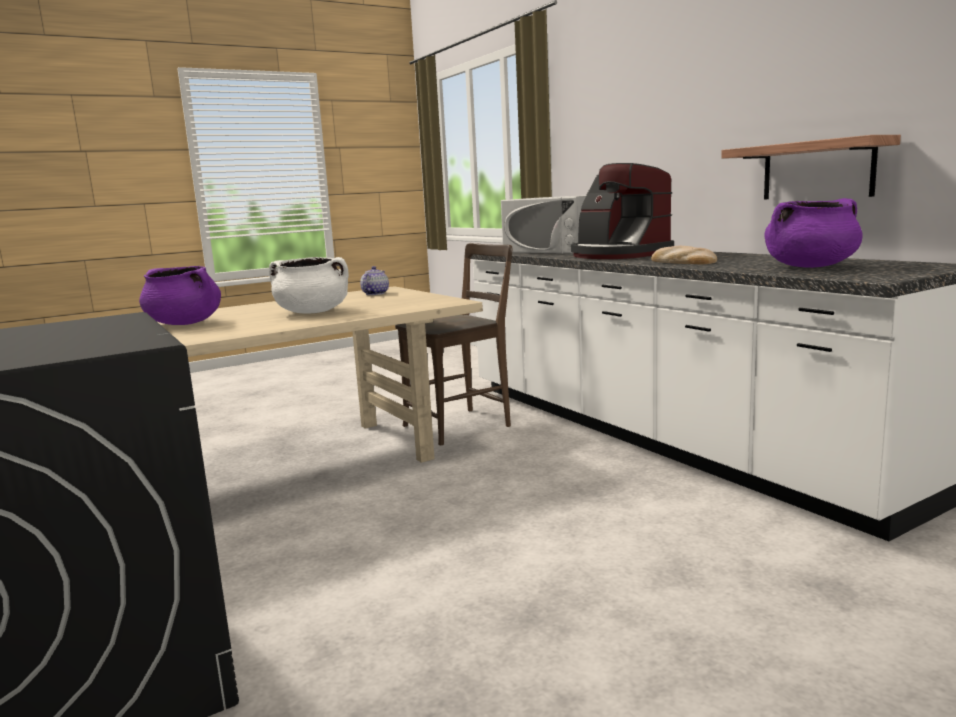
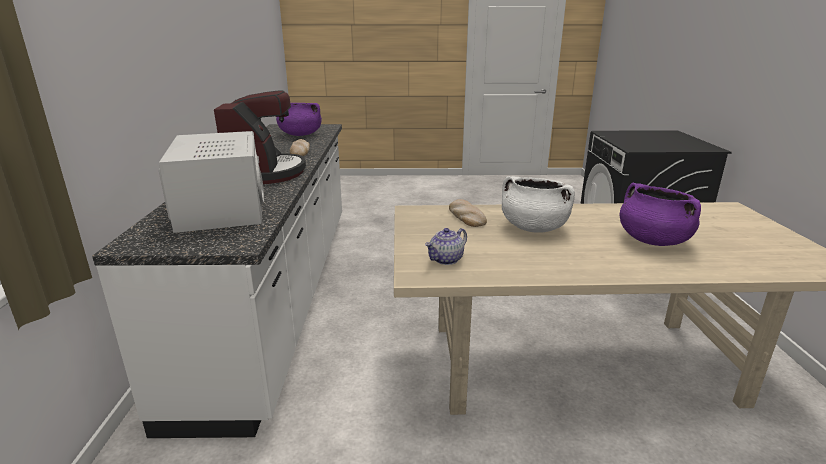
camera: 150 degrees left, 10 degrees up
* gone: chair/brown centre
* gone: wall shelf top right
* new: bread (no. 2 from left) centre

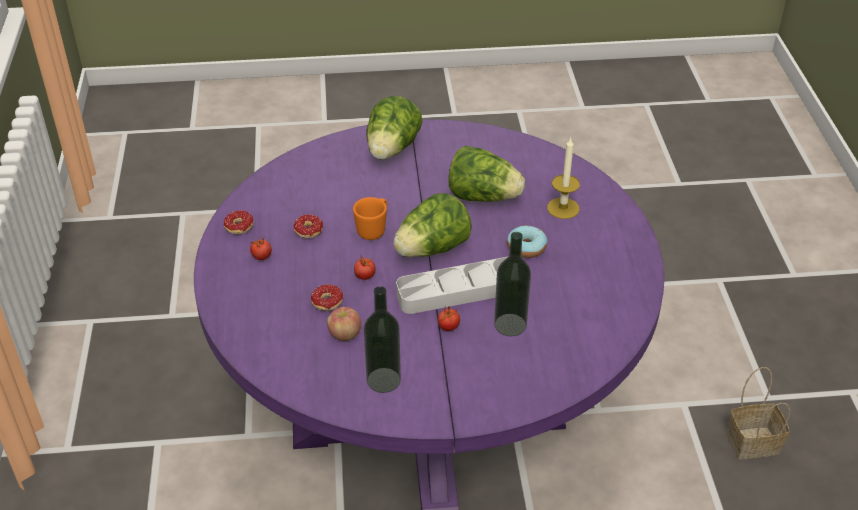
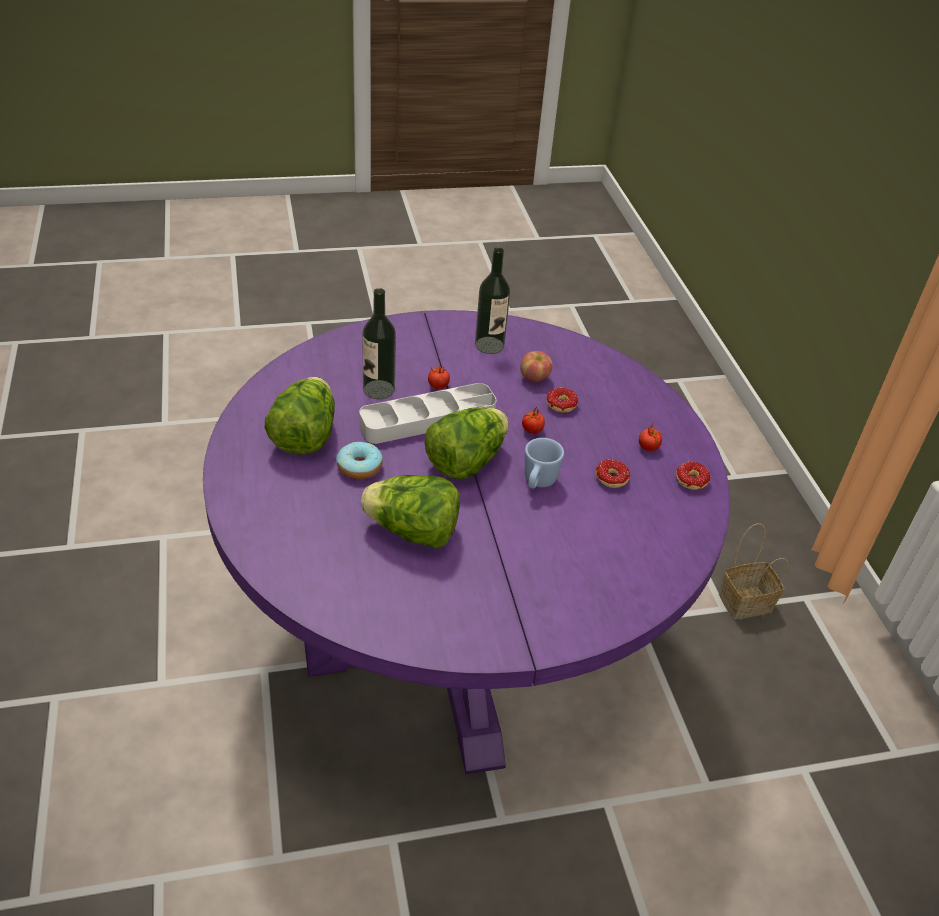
camera: 170 degrees right, 0 degrees up
* gone: wax candle centre
* shifted: head of lettuce (no. 1 from left) top centre to middle left
* shifted: basket bottom right to middle right
* repainted: mug/orangey centre to mug/blue centre

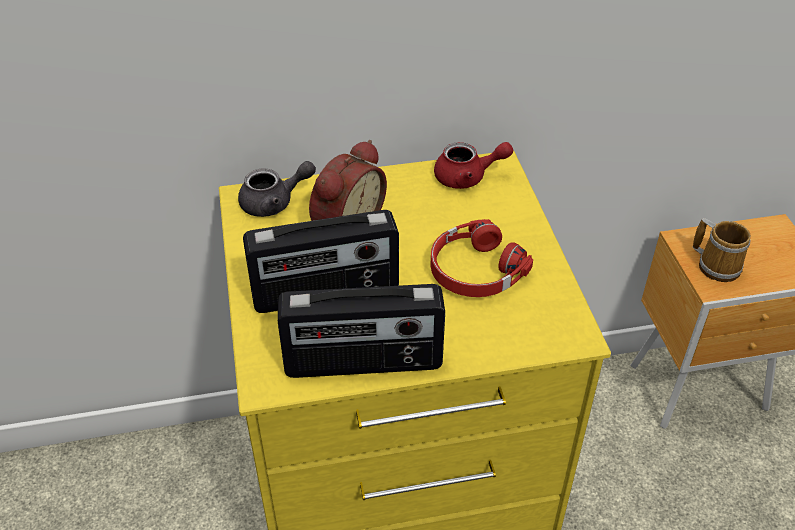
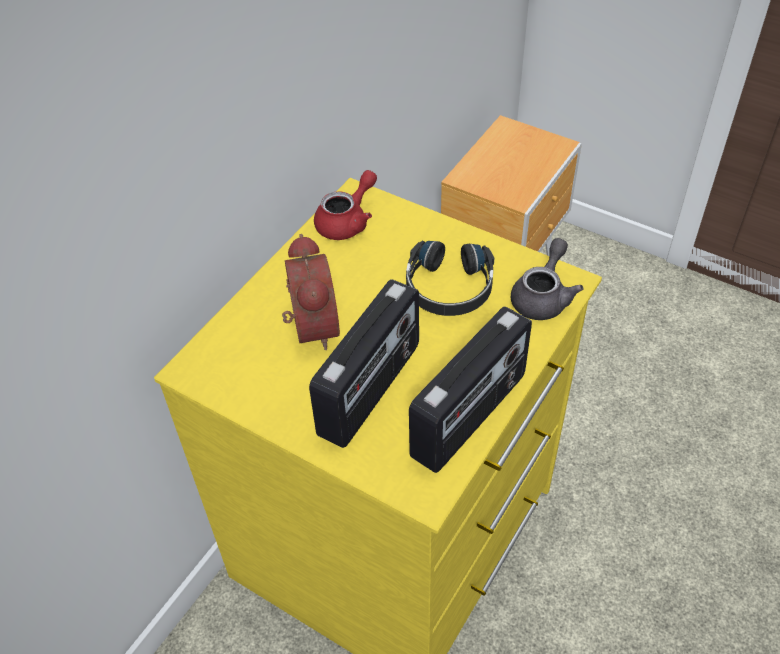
camera: 45 degrees left, 5 degrees up
* gone: mug middle right
* shifted: teapot/grey centre to middle right
* repainted: headphones/red centre to headphones/black centre

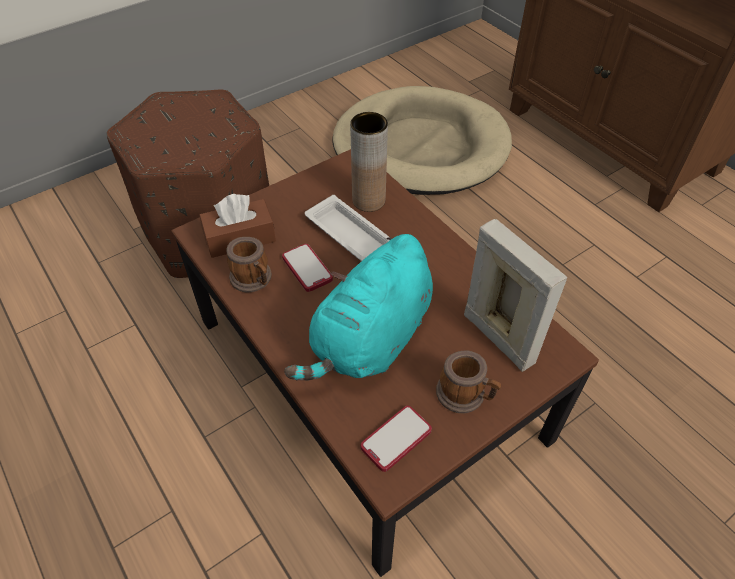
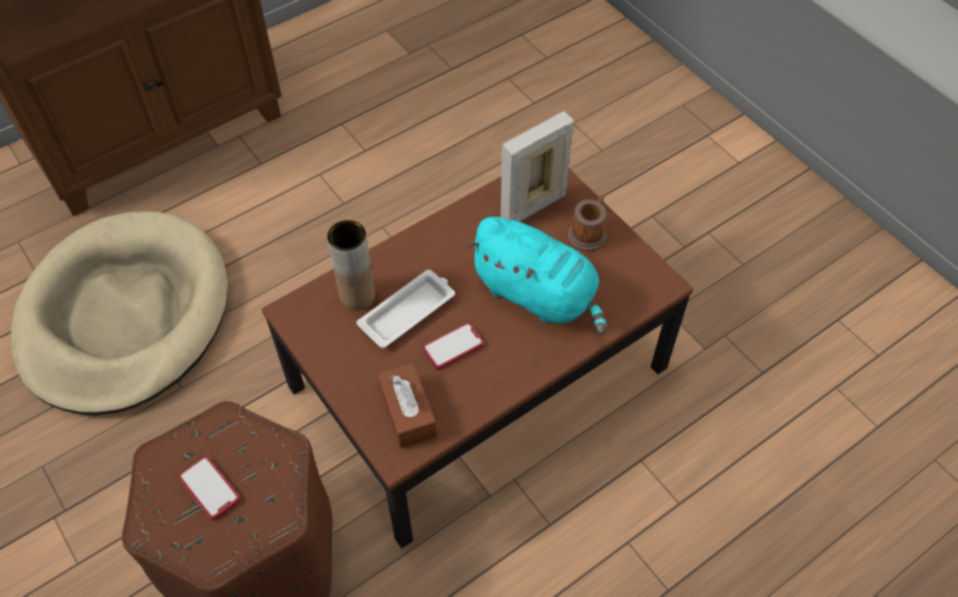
camera: 90 degrees left, 5 degrees up
* gone: mug (no. 1 from left) centre
* shifted: phone (no. 2 from left in the first image) bottom centre to phone (no. 1 from left) bottom left

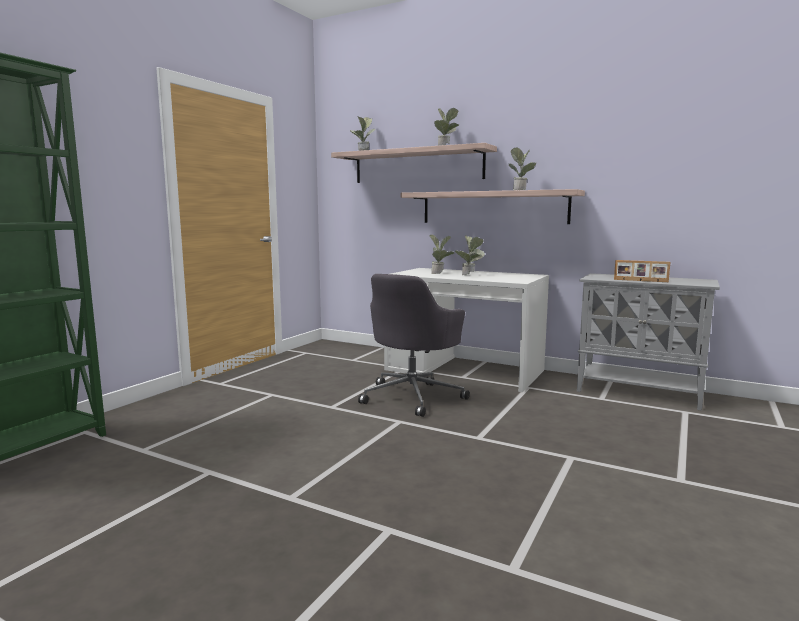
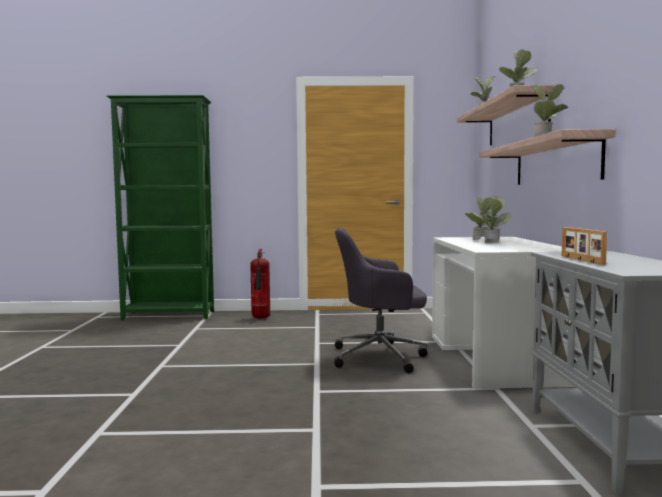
camera: 60 degrees right, 5 degrees down
* new: extinguisher centre

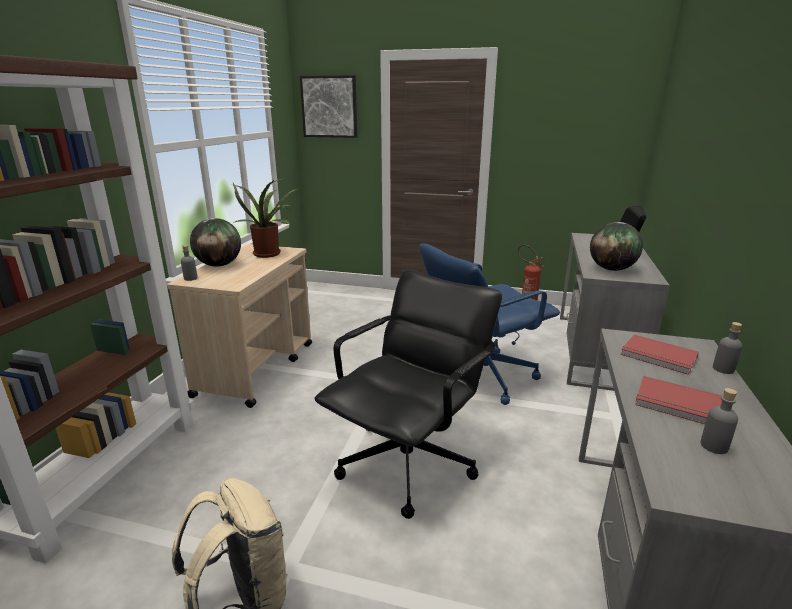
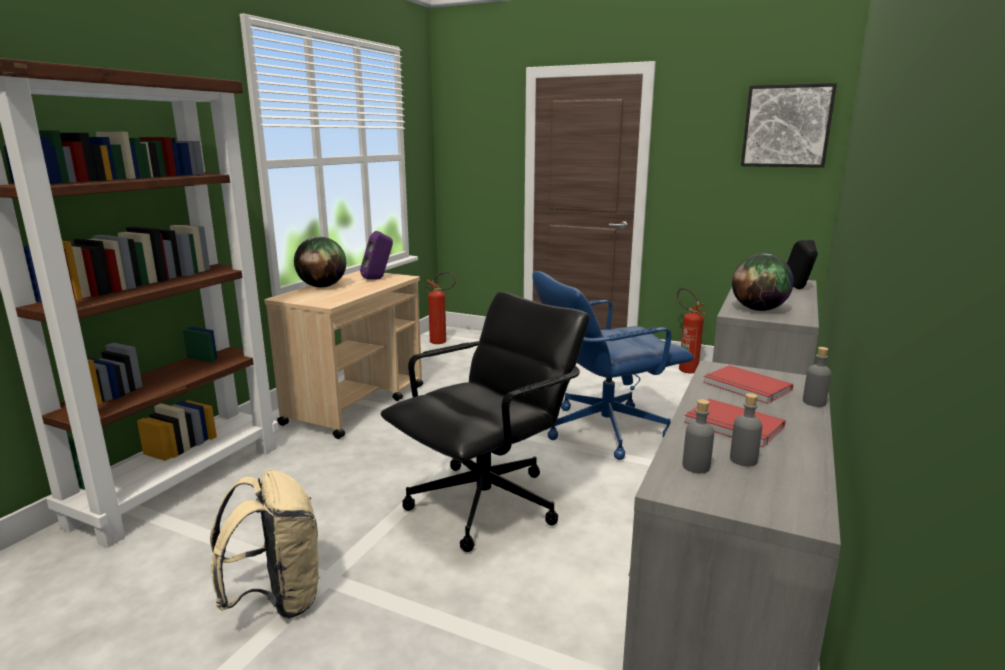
camera: 10 degrees right, 5 degrees down
* new: extinguisher (no. 1 from left) centre
* shifted: beverage bottle/grey (no. 1 from left) middle left to middle right
* shifted: wall picture top centre to top right
* swapped: houseplant centre to speaker/purple centre

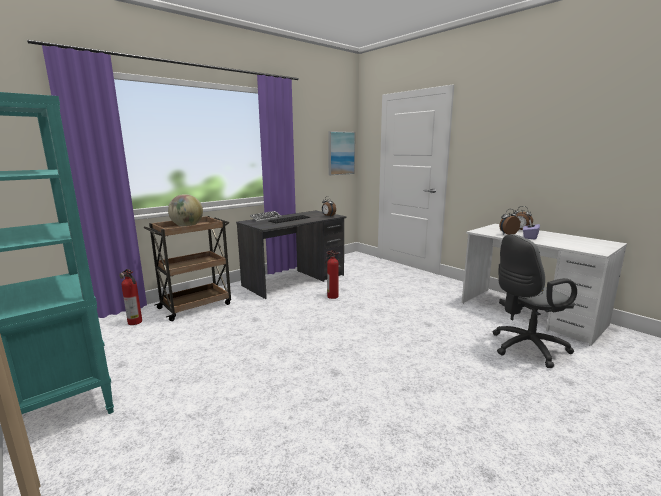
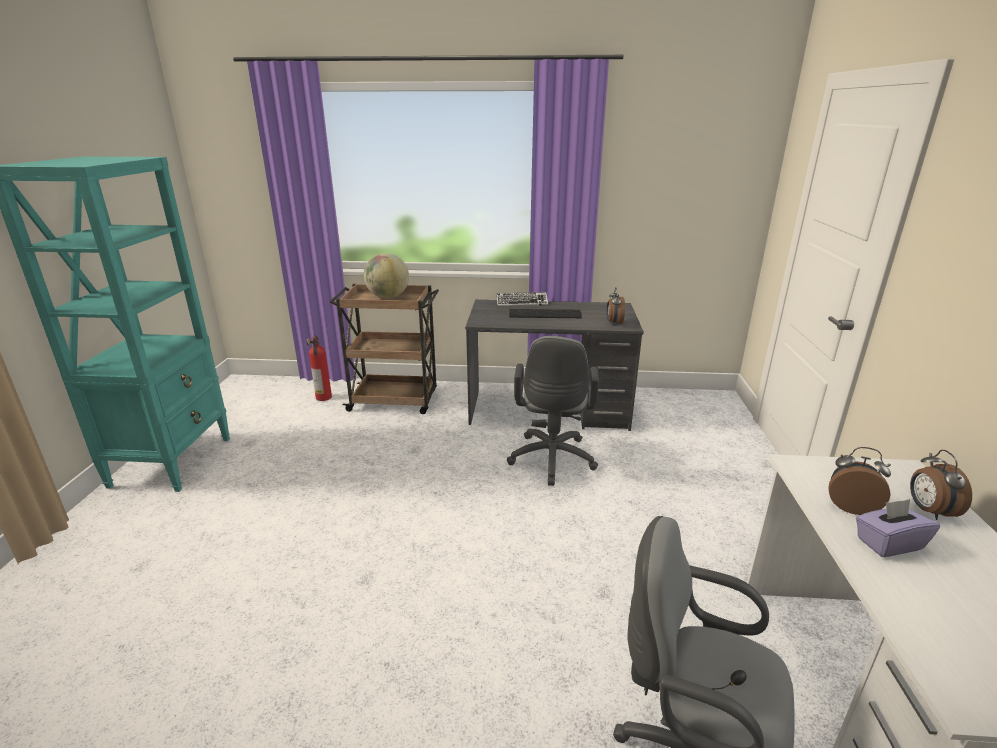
camera: 45 degrees right, 10 degrees up
* gone: wall picture top centre
* swapped: extinguisher (no. 2 from left) centre to office chair/grey (no. 1 from left) centre

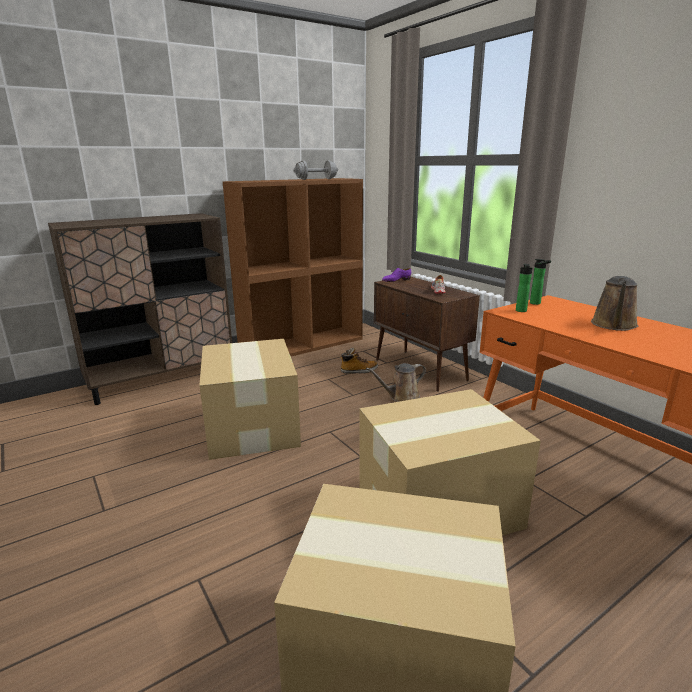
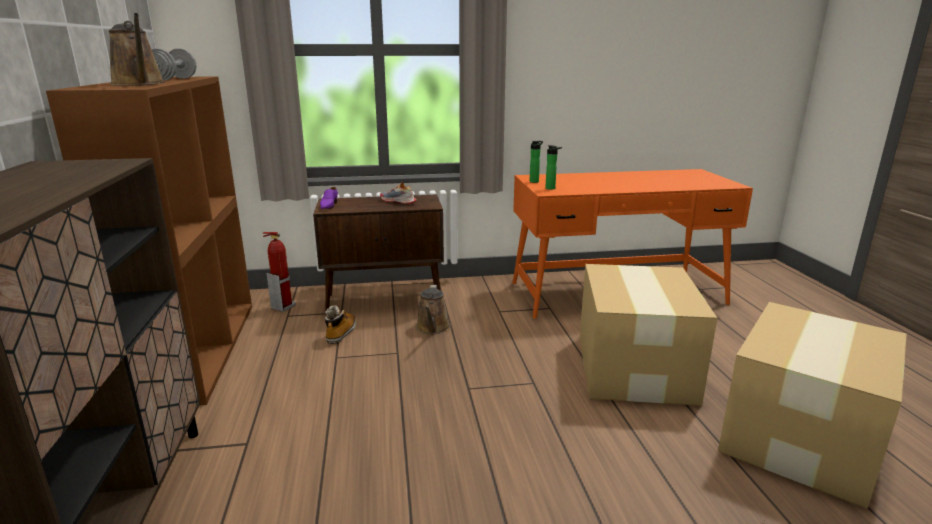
camera: 65 degrees left, 0 degrees up
* gone: carton (no. 1 from left) centre
* new: extinguisher middle left
* shifted: sprinkling can/brown (no. 2 from left in the first image) middle right to sprinkling can/brown (no. 1 from left) top left

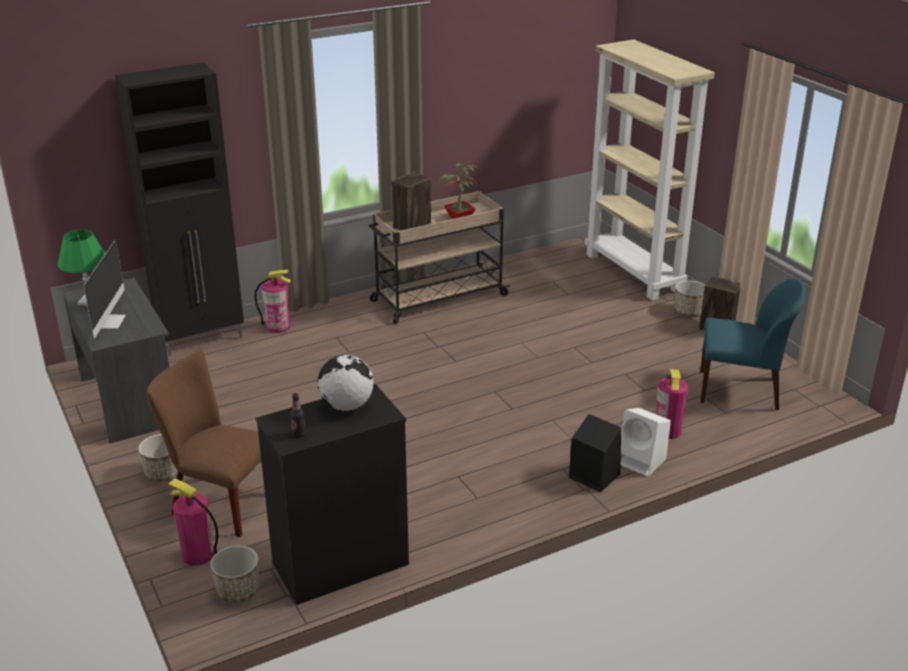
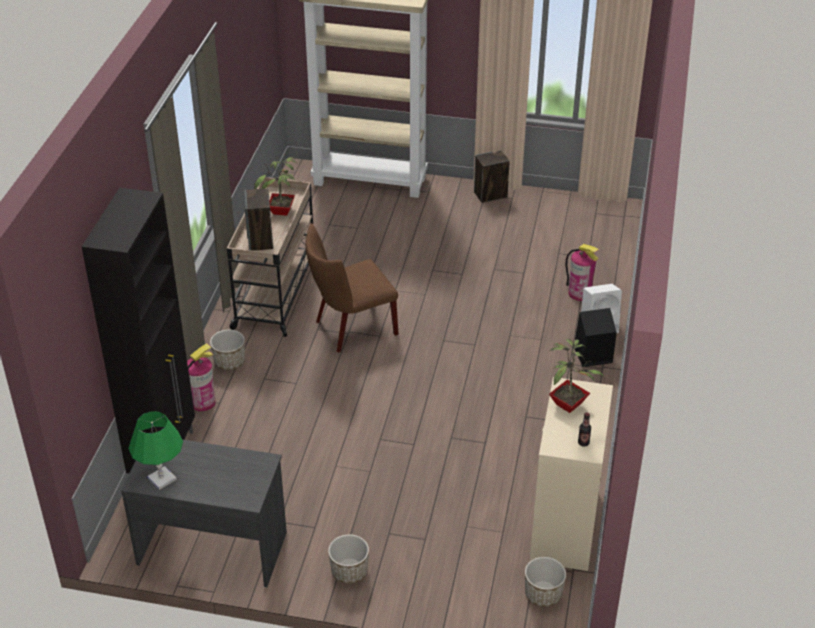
camera: 50 degrees left, 10 degrees up
* gone: computer screen middle left
* gone: extinguisher (no. 1 from left) bottom left
* gone: chair/blue middle right
* shifted: chair/brown middle left to centre
* shifted: flower pot (no. 3 from left in the first image) middle right to flower pot (no. 1 from left) middle left
* swapped: world globe centre to houseplant (no. 2 from left) middle right
* repainted: chest of drawers/black bottom centre to chest of drawers/beige bottom right

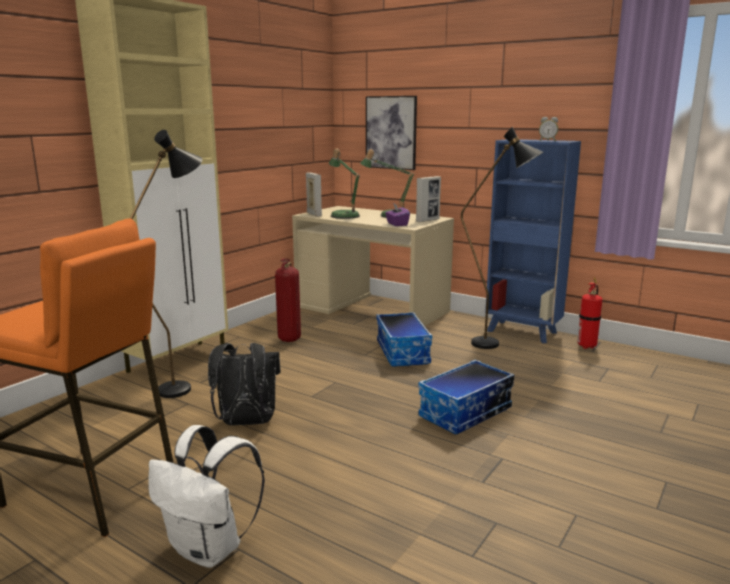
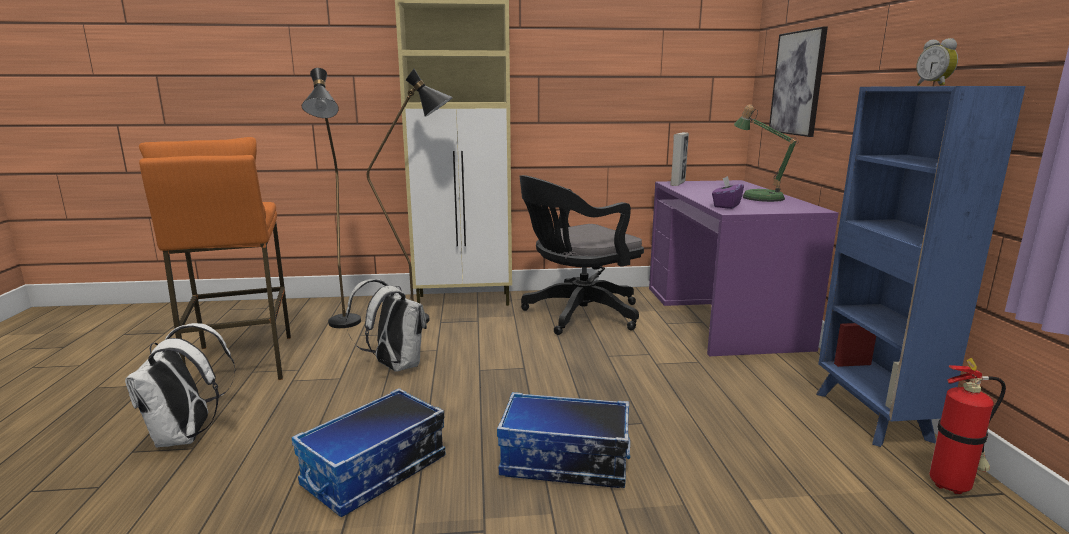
camera: 50 degrees right, 0 degrees up
* gone: table lamp (no. 1 from left) top centre
* gone: photo frame (no. 2 from left) centre
* shifted: storage box (no. 1 from left) centre to bottom centre
* shifted: standard lamp/black (no. 2 from left in the first image) middle right to standard lamp/black (no. 1 from left) middle left
* swapped: extinguisher (no. 1 from left) centre to office chair/black centre
* repainted: knapsack/black centre to knapsack/whitish (no. 2 from left) centre
* repainted: desk unit/beige centre to desk unit/purple middle right

